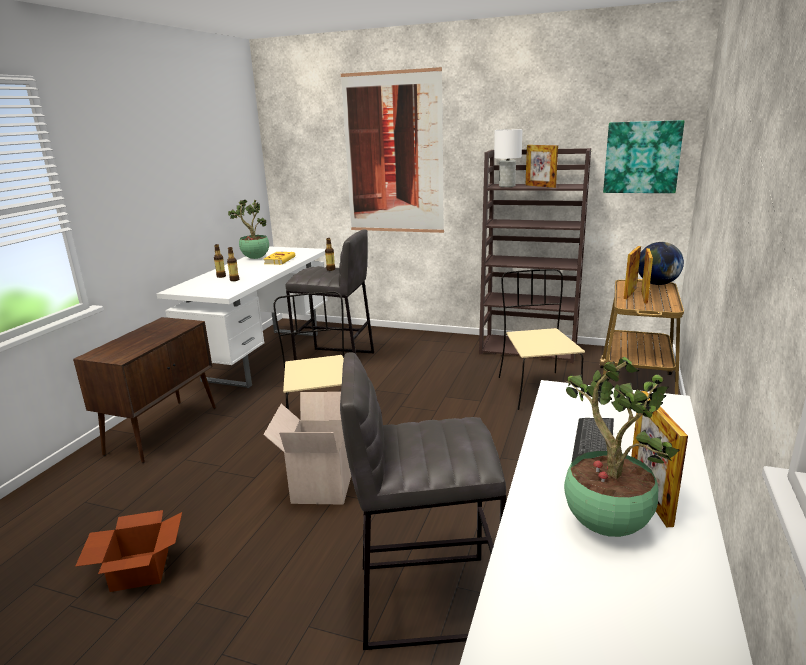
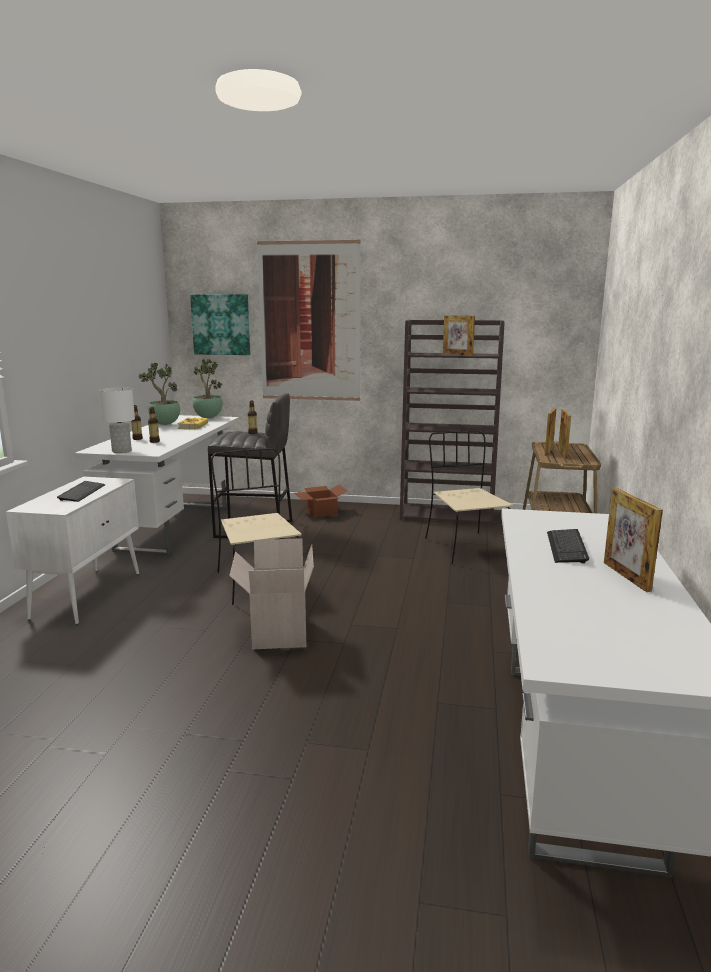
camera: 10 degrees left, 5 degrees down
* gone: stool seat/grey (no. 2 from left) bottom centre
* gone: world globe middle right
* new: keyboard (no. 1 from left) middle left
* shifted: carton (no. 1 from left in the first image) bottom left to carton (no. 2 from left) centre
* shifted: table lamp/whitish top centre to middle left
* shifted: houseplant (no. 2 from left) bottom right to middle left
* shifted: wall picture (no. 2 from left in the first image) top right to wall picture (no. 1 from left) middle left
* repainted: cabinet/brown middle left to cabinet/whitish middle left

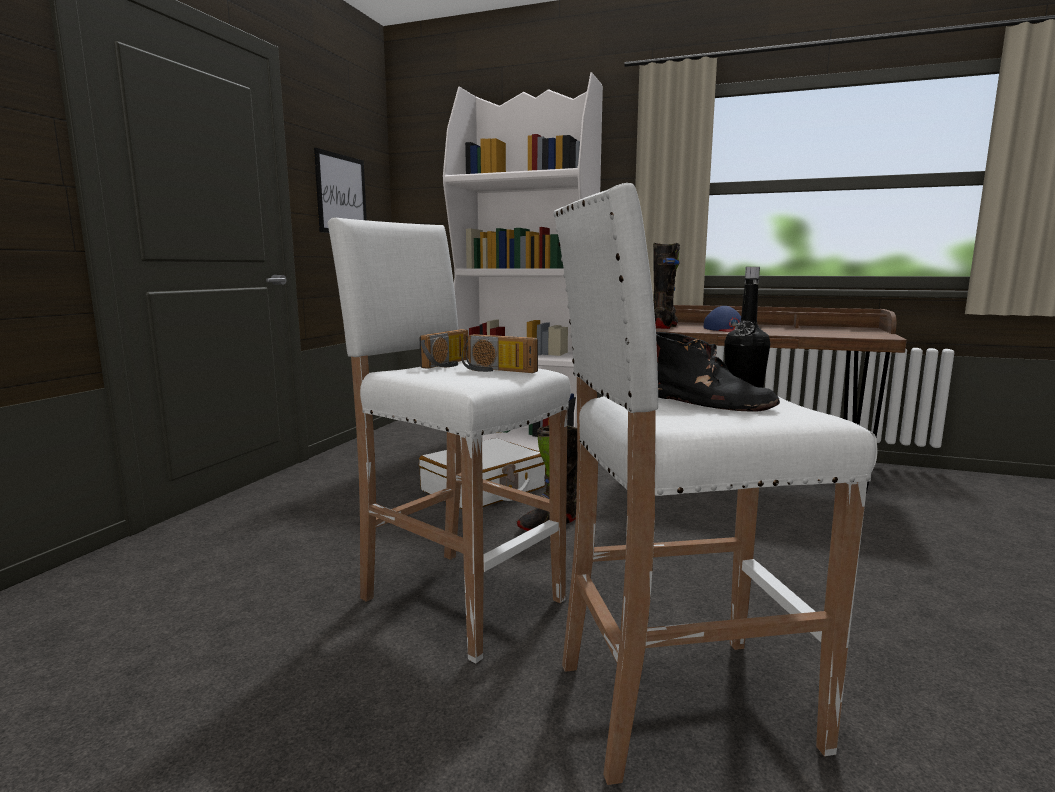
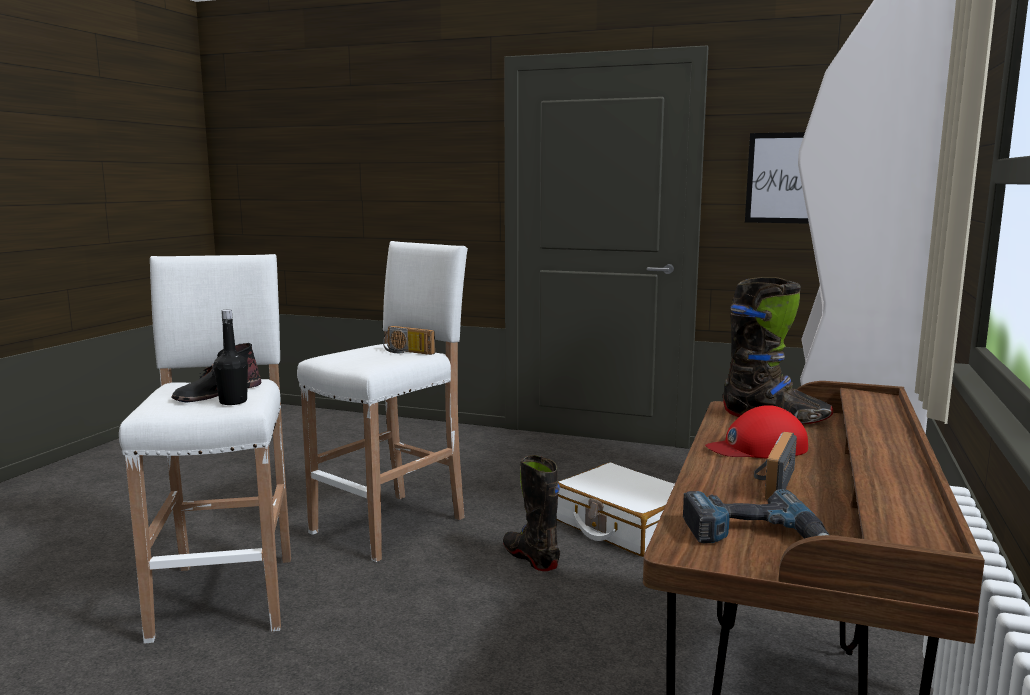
camera: 90 degrees right, 0 degrees up
* new: drill bottom right
* shifted: radio receiver (no. 2 from left) centre to bottom right
* repainted: peaked cap/blue middle right to peaked cap/red middle right

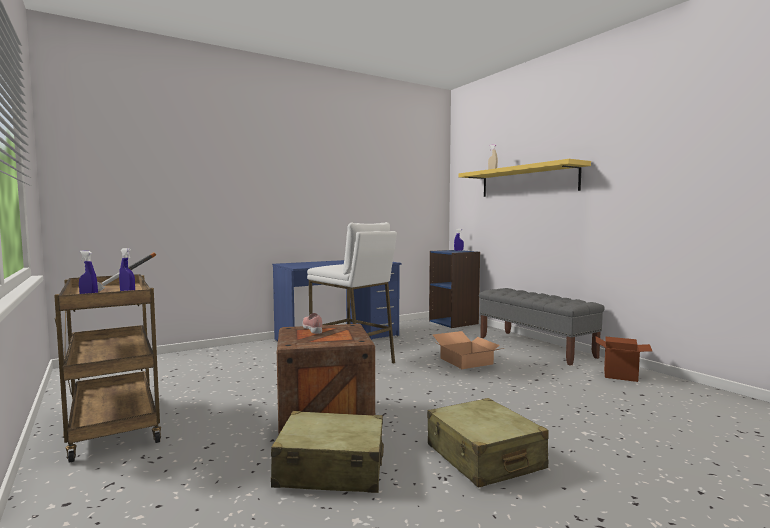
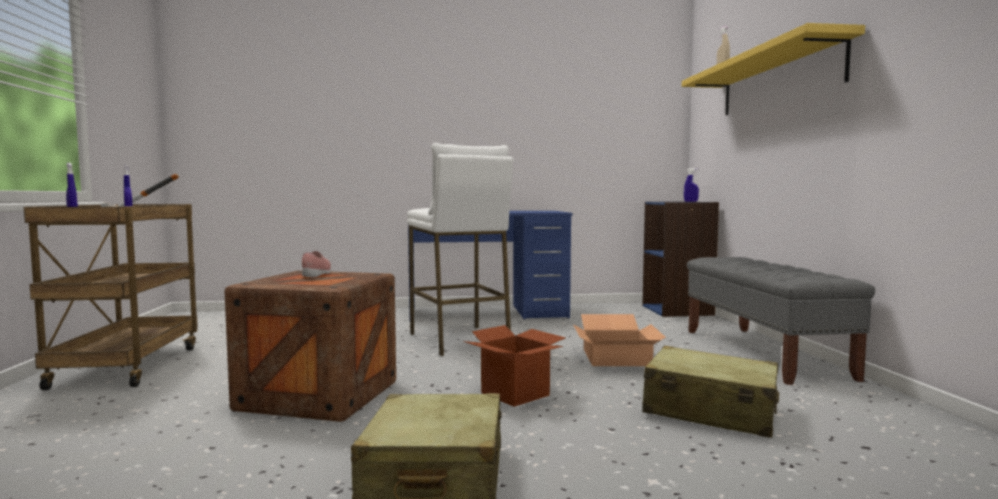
camera: 25 degrees right, 0 degrees up
* shifted: suitcase/beige (no. 1 from left in the first image) bottom centre to suitcase/beige (no. 2 from left) bottom right
* shifted: carton (no. 2 from left in the first image) bottom right to carton (no. 1 from left) bottom centre

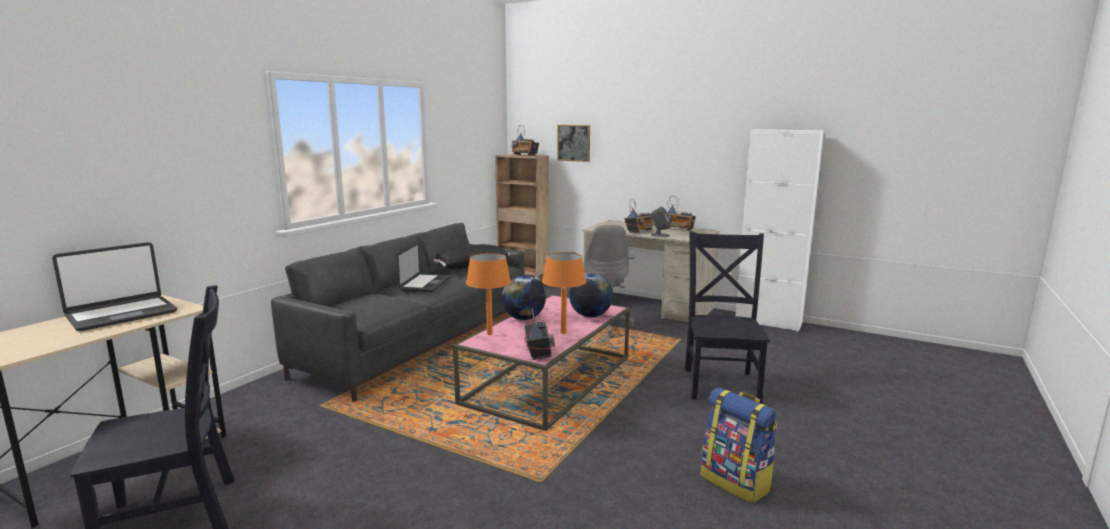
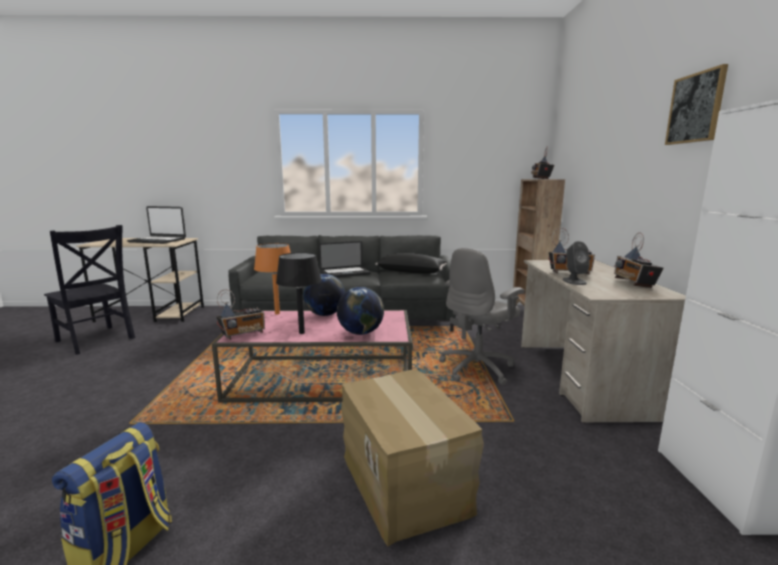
camera: 60 degrees right, 0 degrees up
* shifted: wall picture top centre to top right
* swapped: chair/black (no. 2 from left) centre to carton bottom centre
* repainted: table lamp/orangey (no. 2 from left) centre to table lamp/black centre

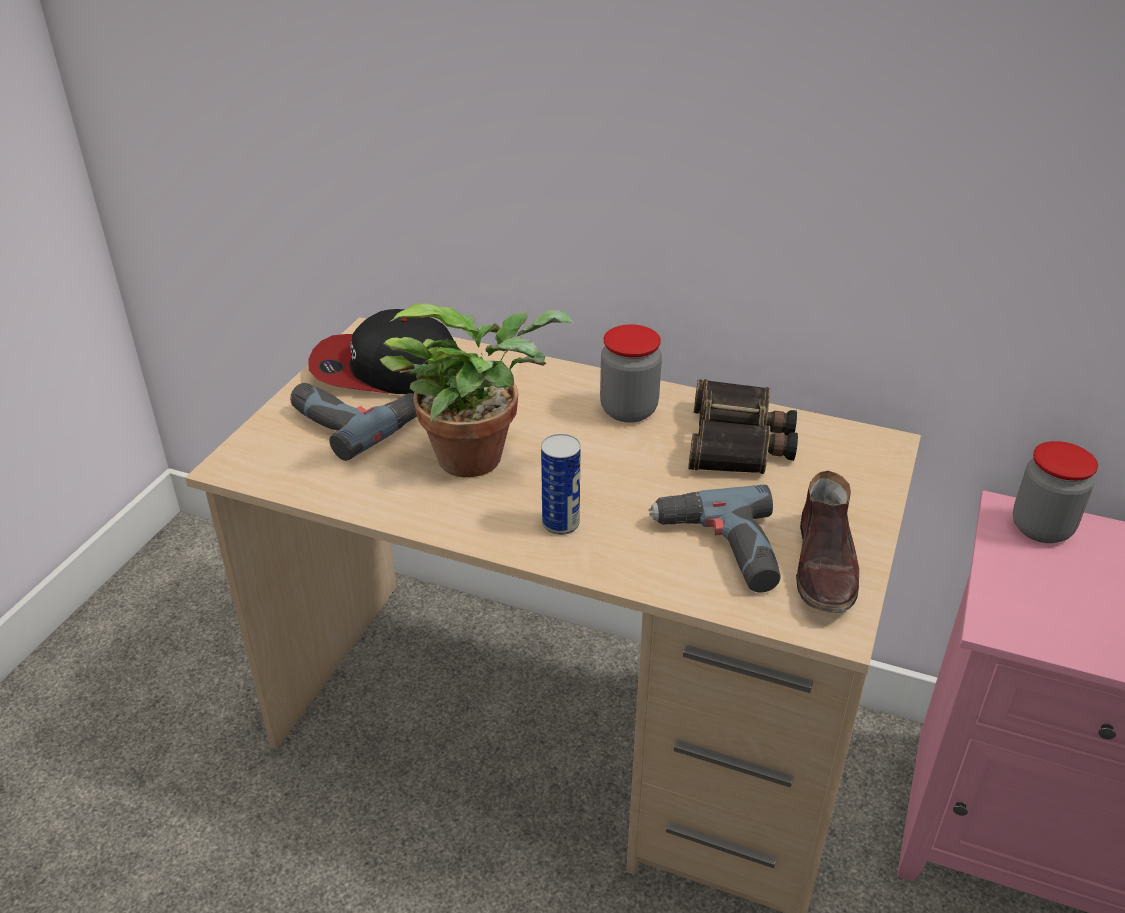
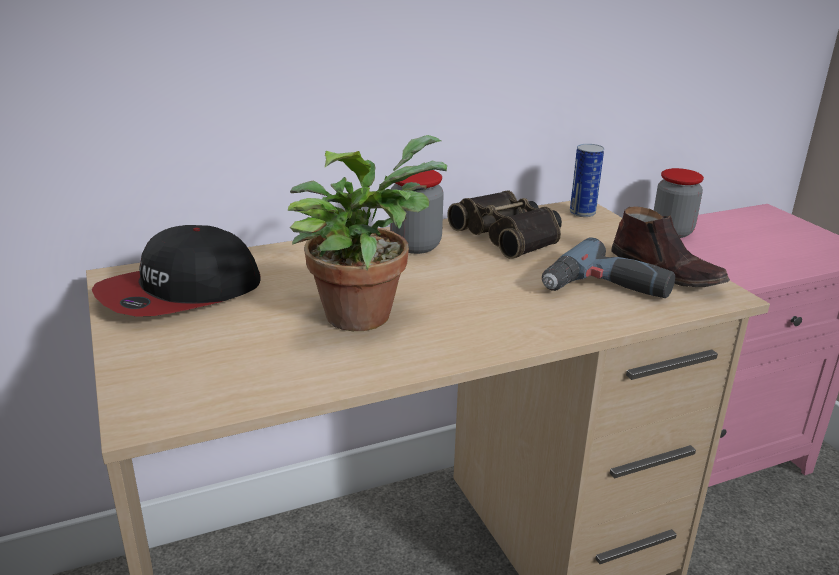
camera: 45 degrees left, 10 degrees down
* gone: drill (no. 1 from left) middle left
* shifted: sealed can centre to top right

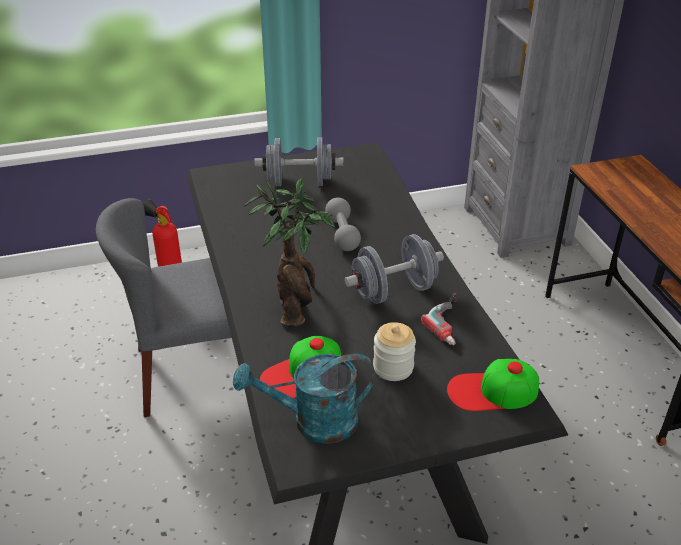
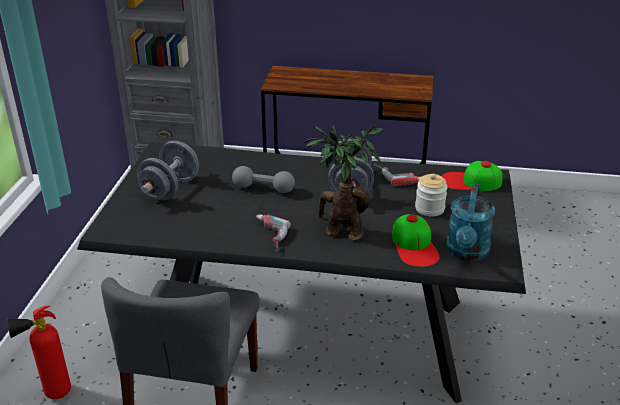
camera: 65 degrees left, 5 degrees down
* new: drill (no. 1 from left) centre
* rotated: peaked cap (no. 2 from left) bottom right = middle right 75 degrees clockwise

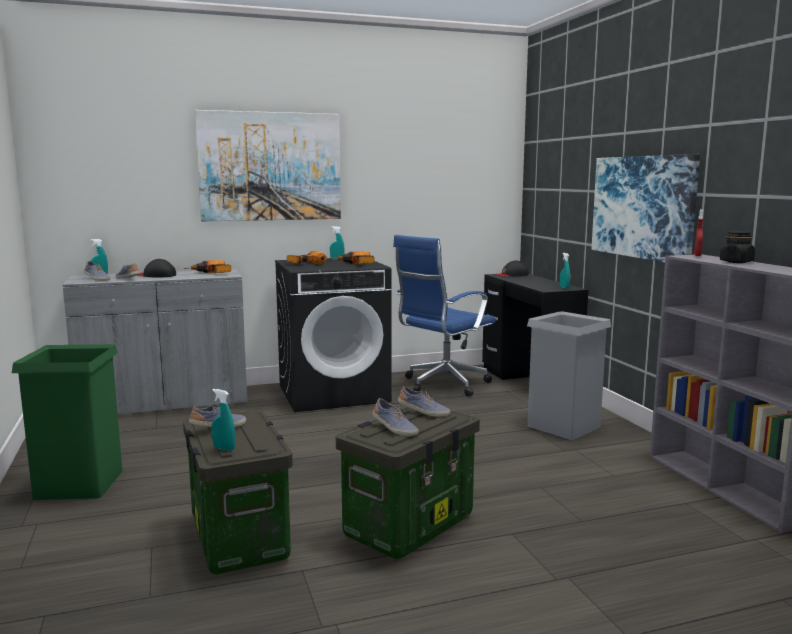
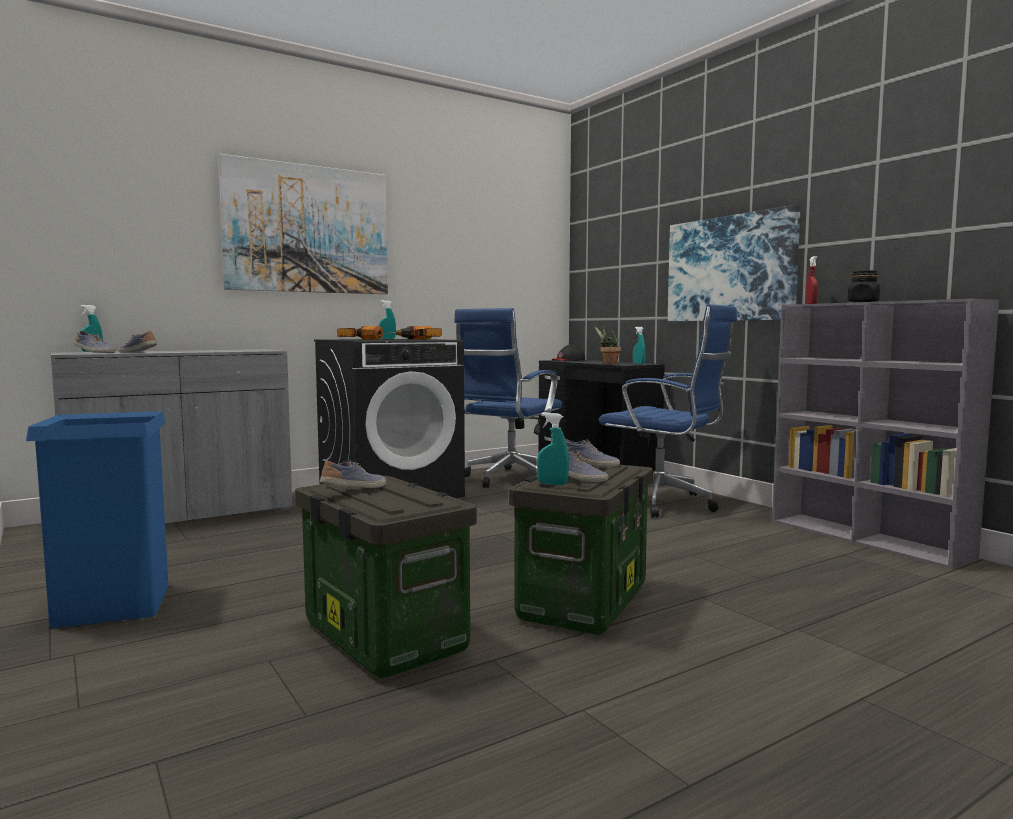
camera: 15 degrees left, 5 degrees down
* gone: peaked cap/black (no. 1 from left) middle left
* gone: drill (no. 1 from left) middle left
* new: houseplant centre
* shifted: spray bottle/blue-green (no. 2 from left in the first image) middle left to spray bottle/blue-green (no. 3 from left) centre
* swapped: trash can/grey middle right to office chair/blue (no. 2 from left) centre
* repainted: trash can/greenish middle left to trash can/blue middle left

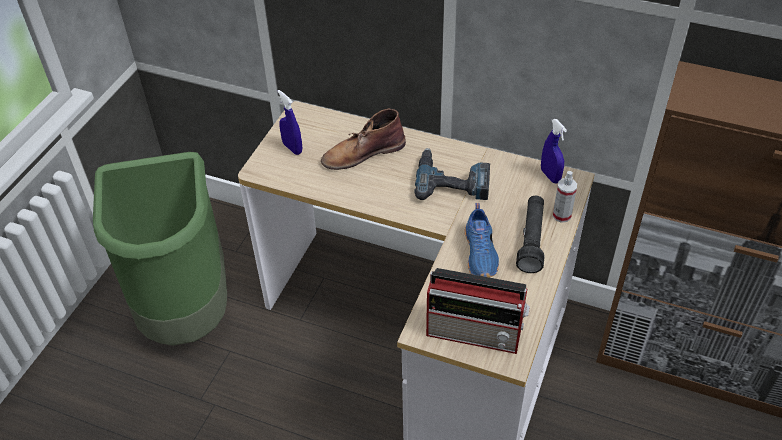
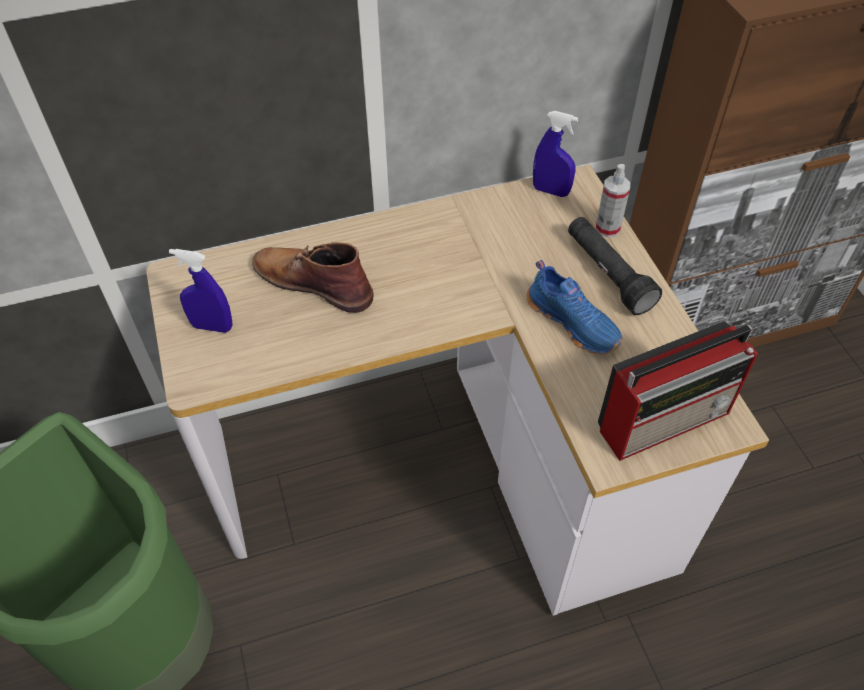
camera: 40 degrees left, 5 degrees up
* gone: drill centre
* rotated: boot/brown top centre = centre 90 degrees clockwise

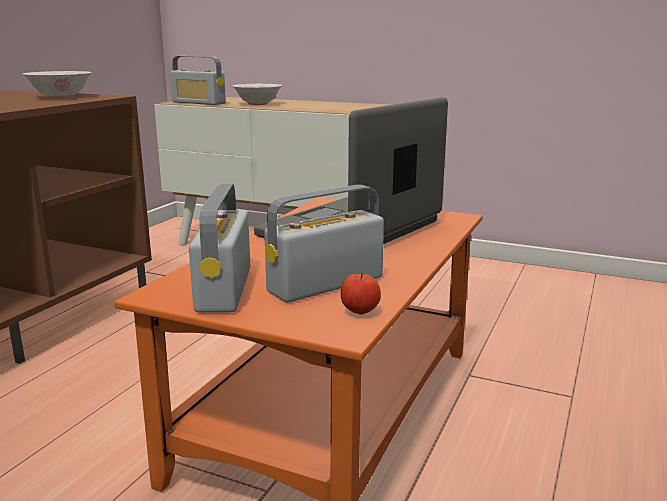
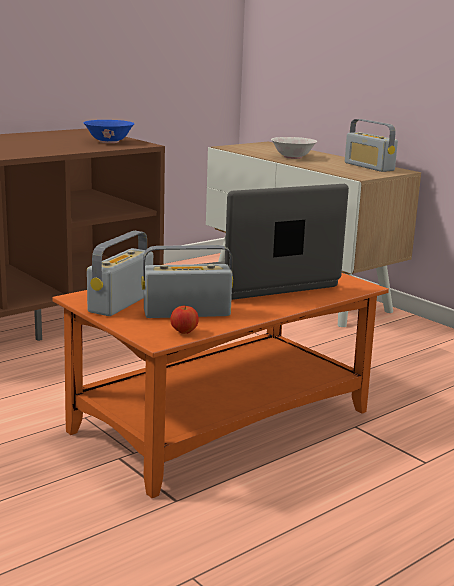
camera: 25 degrees right, 0 degrees up
* shifted: radio receiver (no. 1 from left in the first image) top left to radio receiver (no. 3 from left) top right
* repainted: serving bowl/whitish (no. 1 from left) top left to serving bowl/blue top left

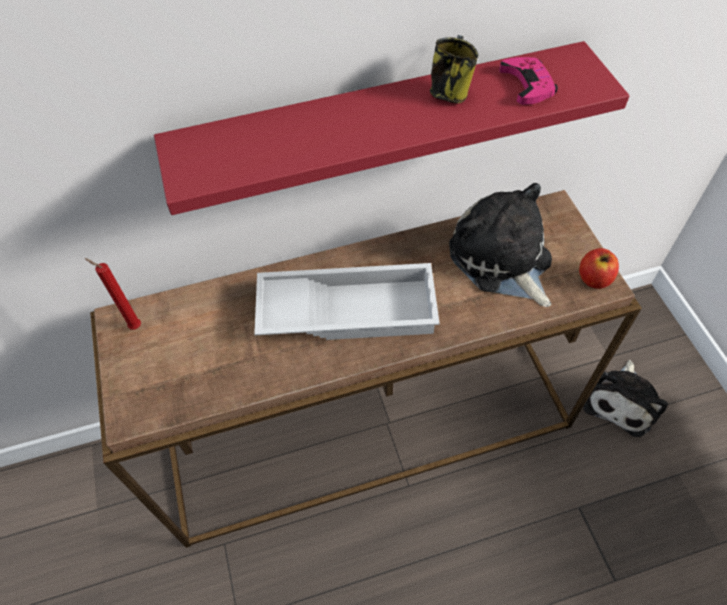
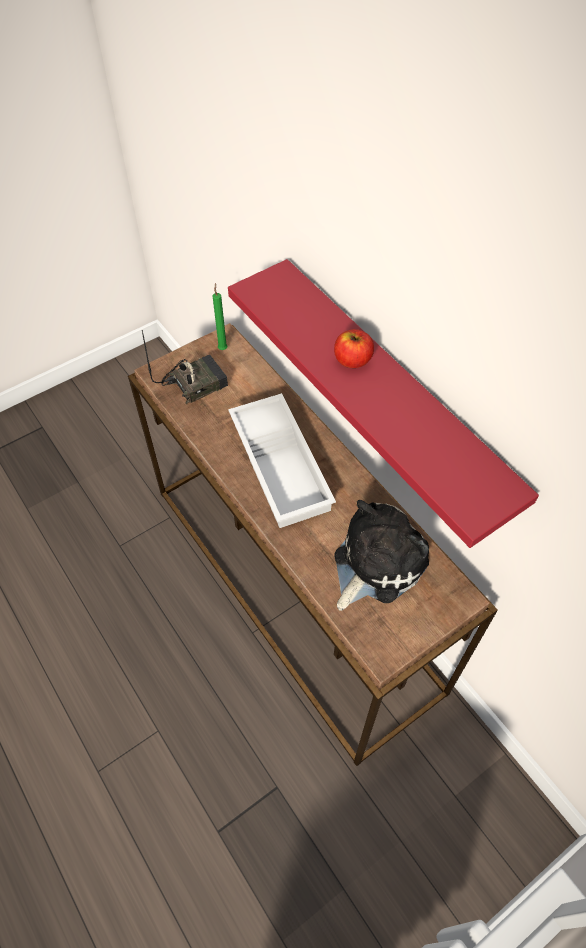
camera: 70 degrees right, 0 degrees up
* gone: mug top centre
* gone: game controller/pinkish top right
* gone: cuddly toy (no. 2 from left) middle right
* new: radio receiver middle left
* shifted: apple fruit middle right to centre
* repainted: wax candle/red middle left to wax candle/greenish centre

